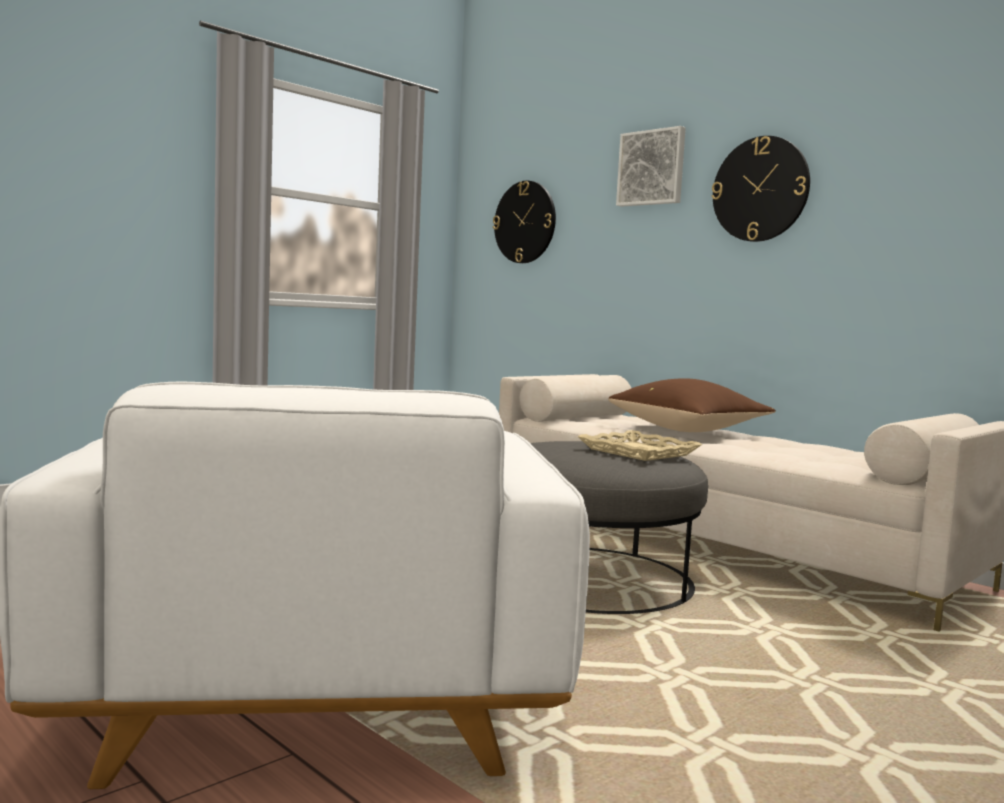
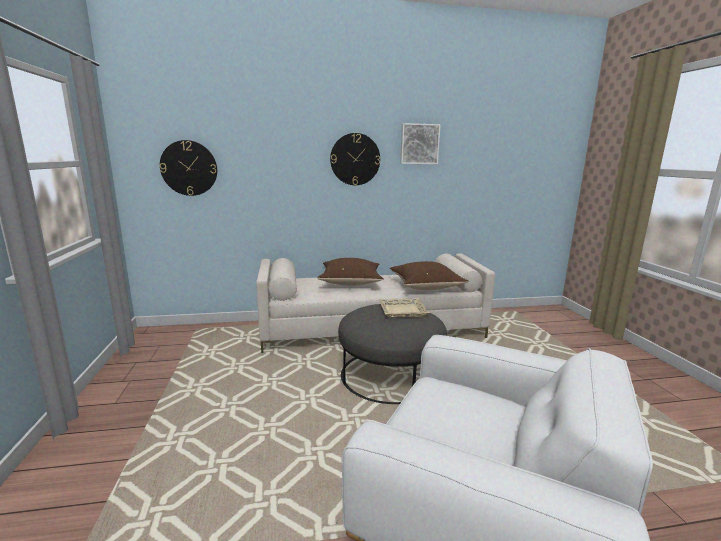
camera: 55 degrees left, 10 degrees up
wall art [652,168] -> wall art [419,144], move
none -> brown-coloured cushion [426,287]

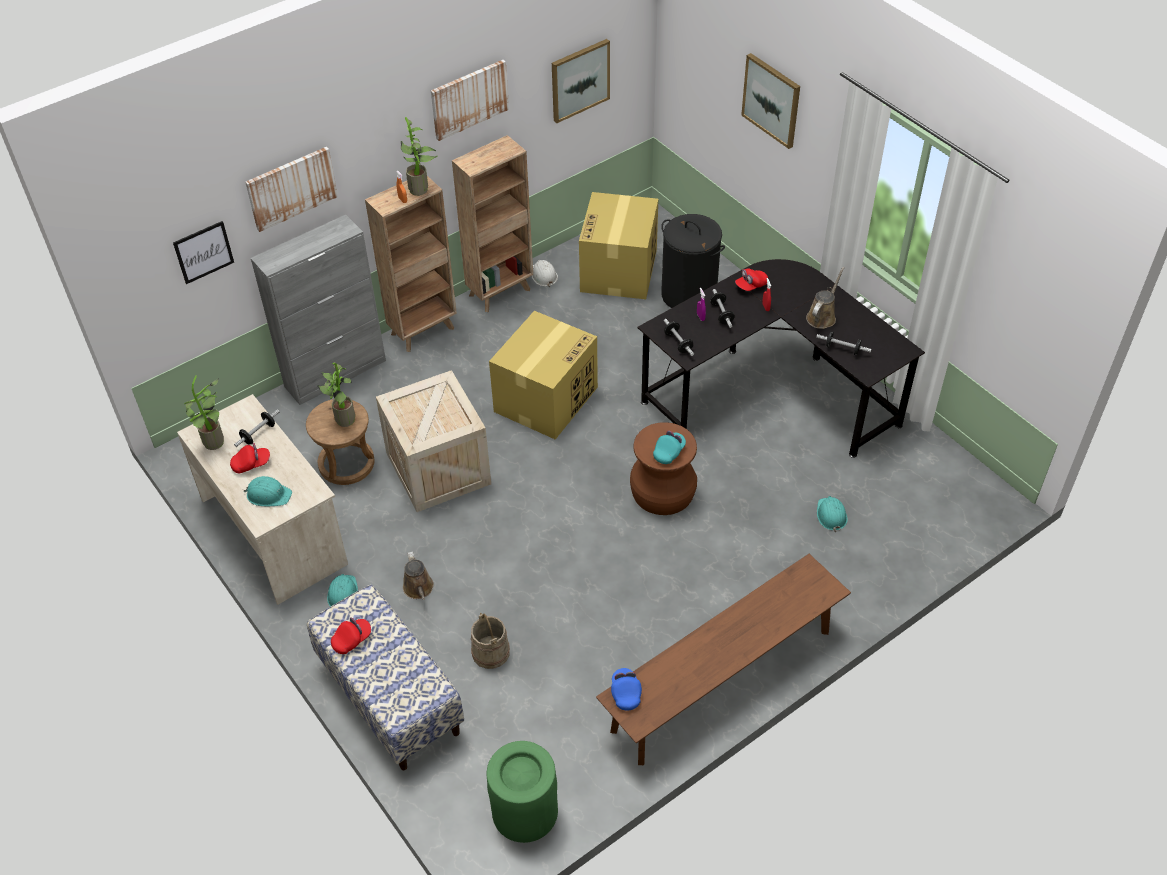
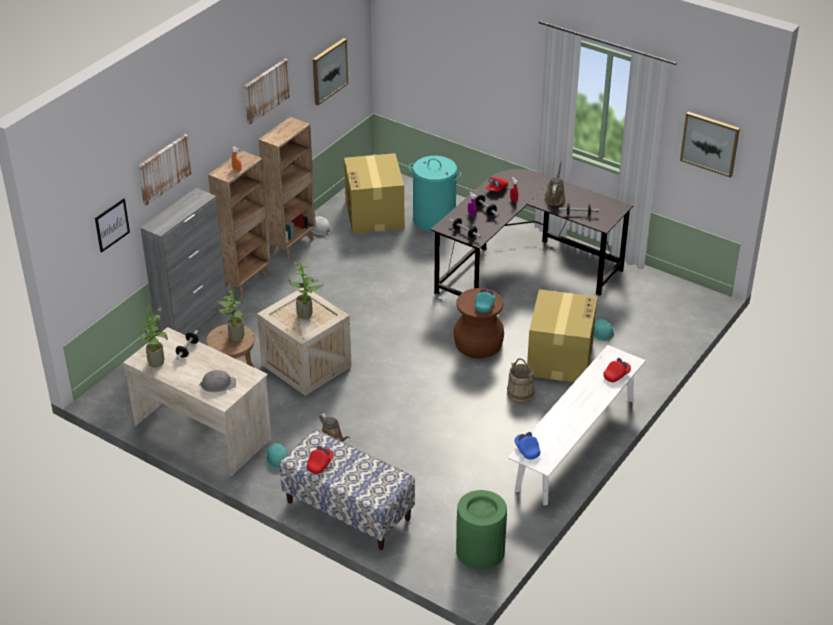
camera: 20 degrees left, 10 degrees down
reddish baseball cap [251,464] -> reddish baseball cap [616,375], move
turquoise-coloured work helmet [268,494] -> greyish work helmet [218,384]
potted plant [421,189] -> potted plant [307,313], move
beige bucket [490,652] -> beige bucket [520,393], move
packing box [546,398] -> packing box [560,357], move
brown-coloured long seat [722,680] -> white long seat [576,444]
black-coloured laundry basket [689,294] -> turquoise-coloured laundry basket [434,219]
wall art [772,100] -> wall art [710,143], move

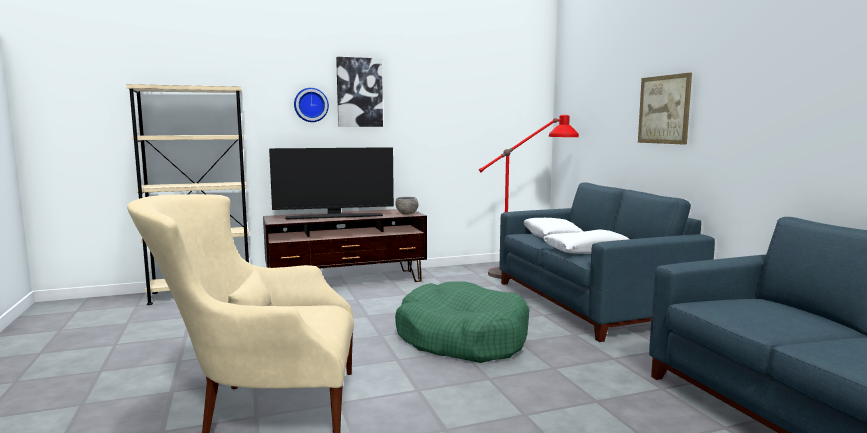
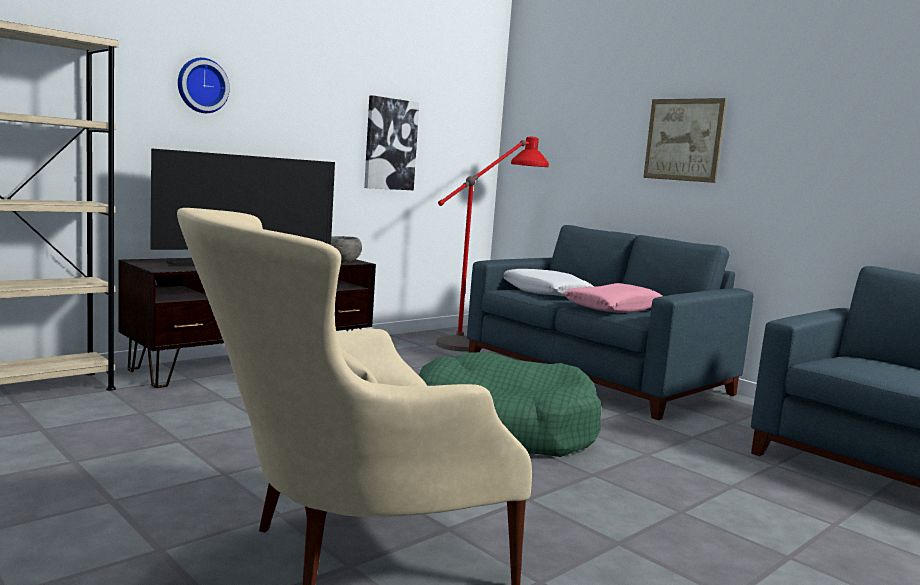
camera: 25 degrees left, 0 degrees up
wall art [359,92] -> wall art [390,144], move
white cushion [587,250] -> pinkish cushion [613,309]

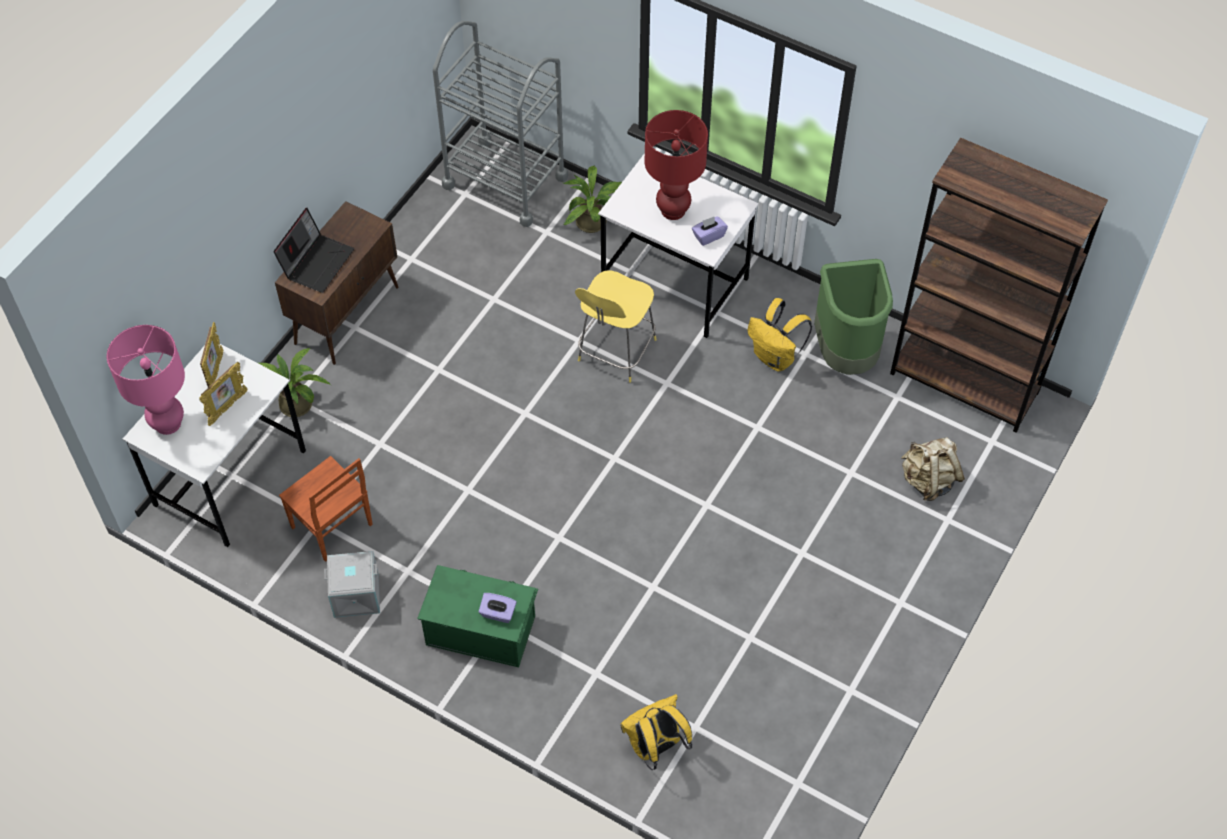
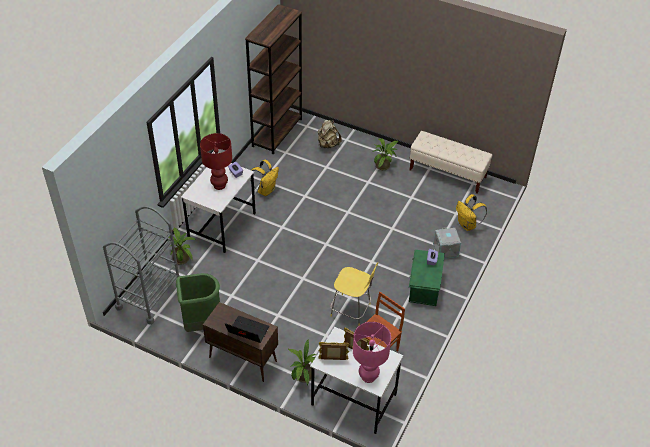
camera: 95 degrees left, 10 degrees down
greyish storage box [355,596] -> greyish storage box [446,250], move
yellow stool [615,352] -> yellow stool [352,310], move
green rubbish bin [846,354] -> green rubbish bin [201,323], move
none -> potted plant [384,165]
none -> beige long seat [448,174]

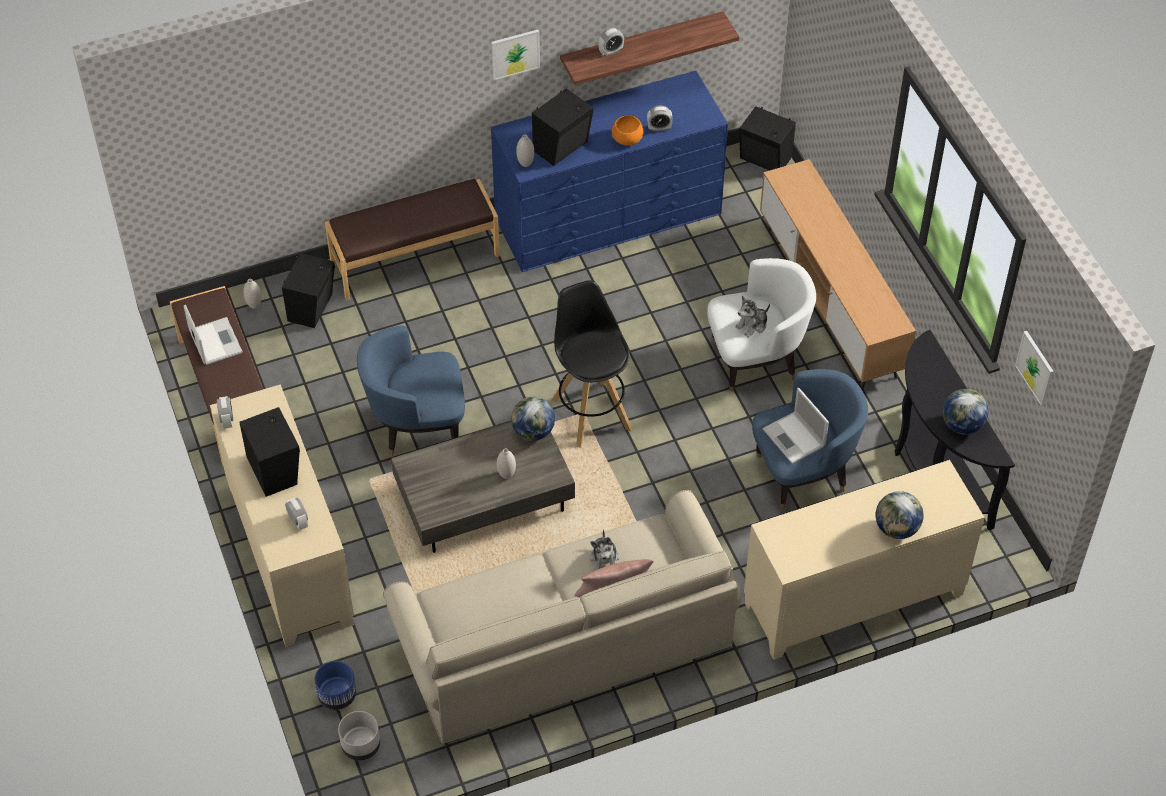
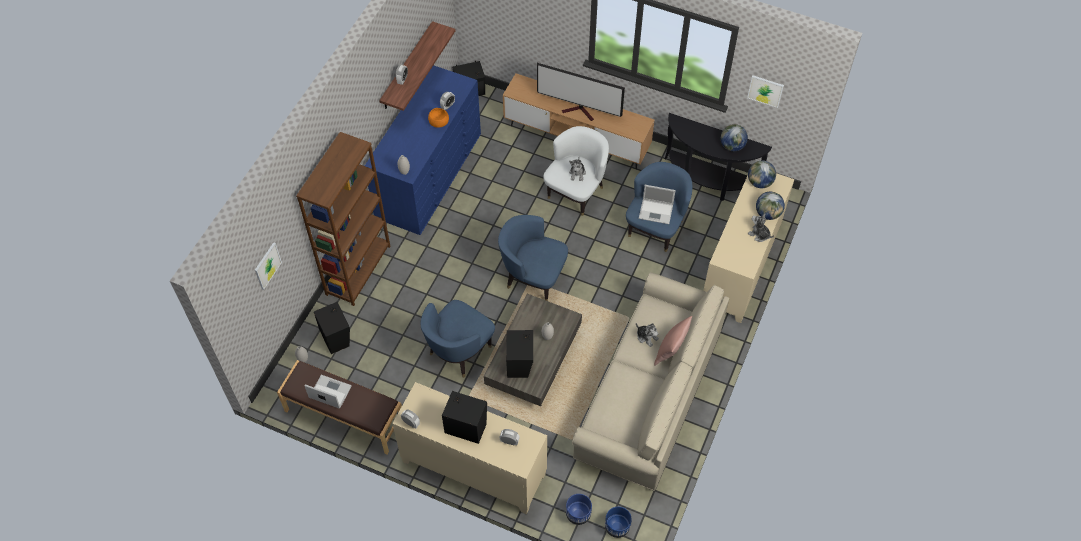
camera: 45 degrees left, 5 degrees up
brown-coloured long seat [414,258] -> brown-coloured bookshelf [358,270]
greyish flower pot [360,745] -> blue flower pot [617,527]
wall art [515,53] -> wall art [267,265], move
desk globe [533,432] -> desk globe [759,183], move
black-coloured loudspeaker [563,147] -> black-coloured loudspeaker [519,362], move
black-coloured stool [591,413] -> blue easy chair [533,277]
none -> television [580,111]
none -> soft toy [759,234]

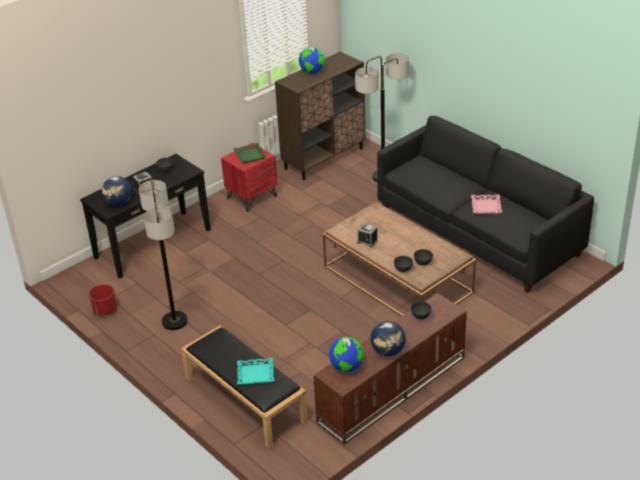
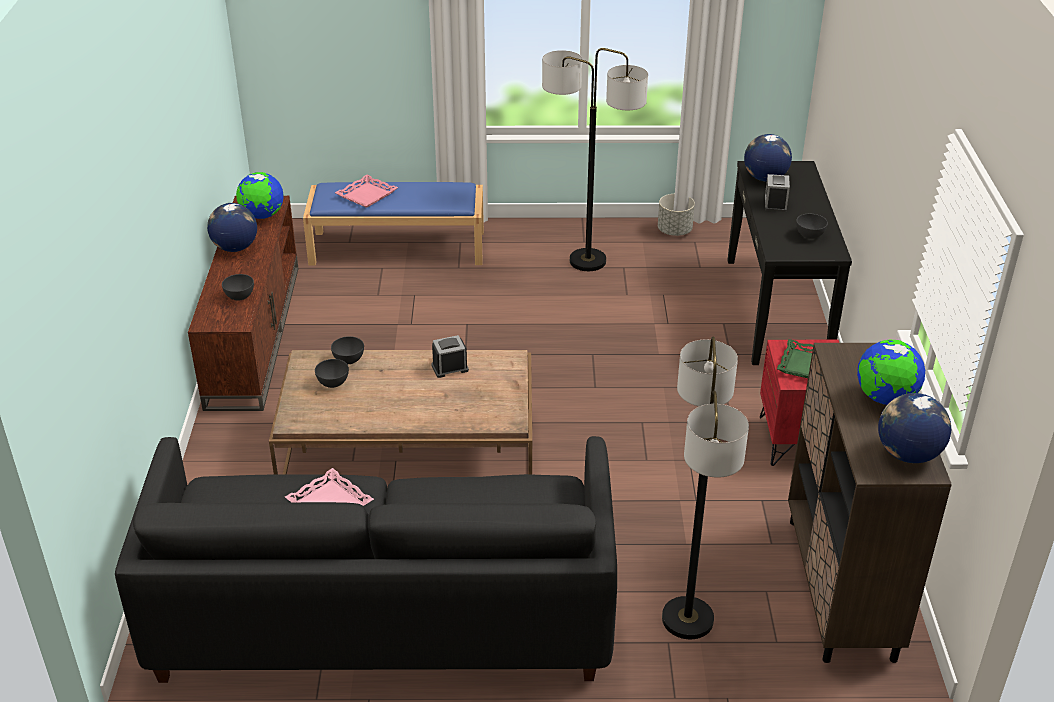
camera: 130 degrees right, 0 degrees up
reddish flower pot [105,310] -> greyish flower pot [675,231]
black-coloured long seat [244,399] -> blue long seat [399,247]
turquoise-coloured tray [255,374] -> pinkish tray [366,195]
none -> desk globe [907,454]

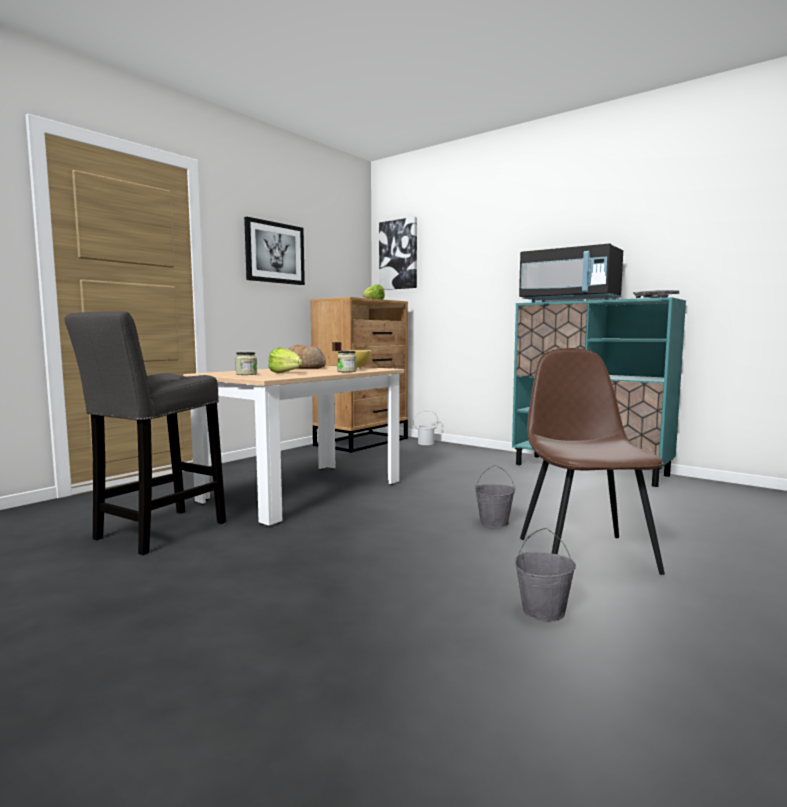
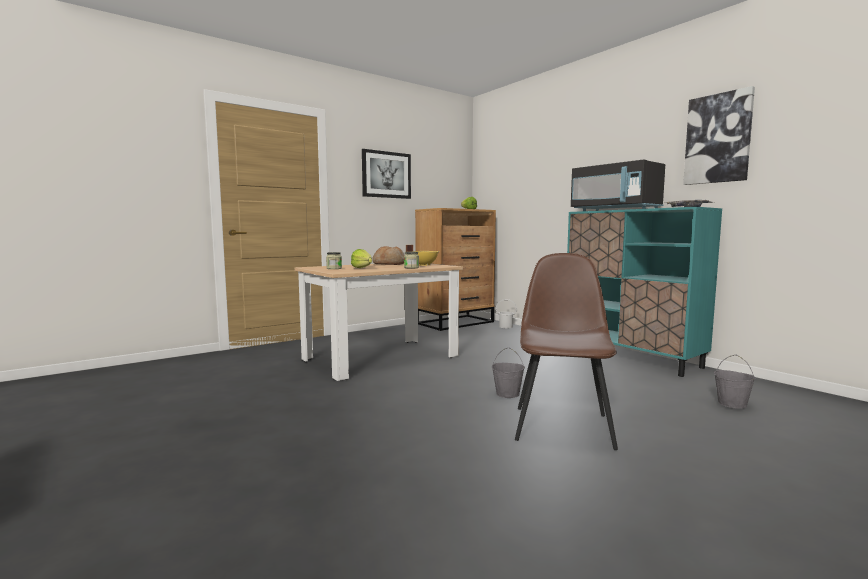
camera: 15 degrees right, 0 degrees up
greyish stool [156,533] -> none
wall art [398,254] -> wall art [718,139], move
greyish bucket [543,611] -> greyish bucket [732,404], move

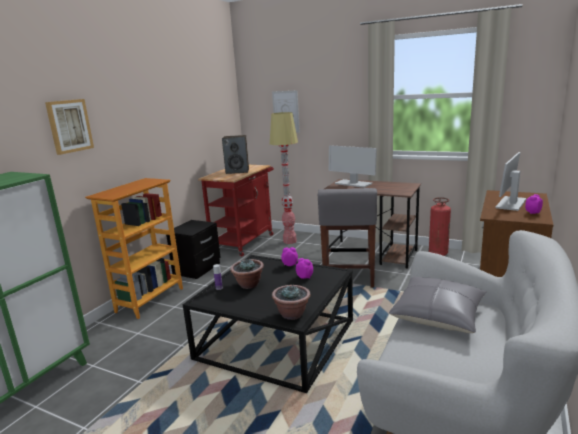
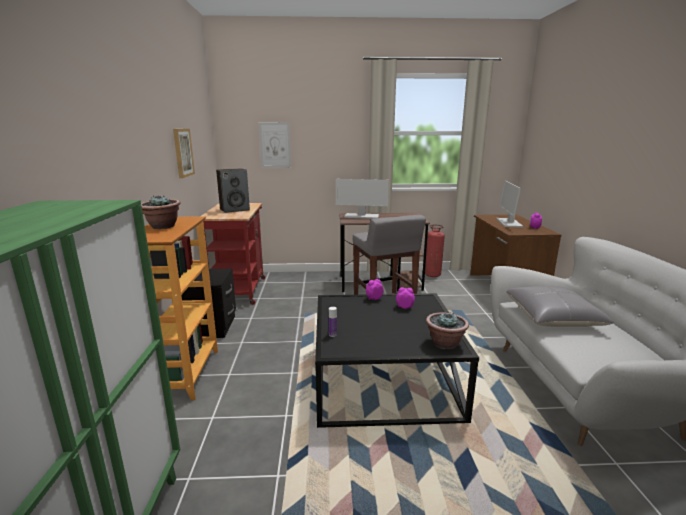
camera: 30 degrees left, 0 degrees up
wall art [69,126] -> wall art [182,152], move
potted plant [248,285] -> potted plant [162,226], move
standard lamp [289,241] -> none

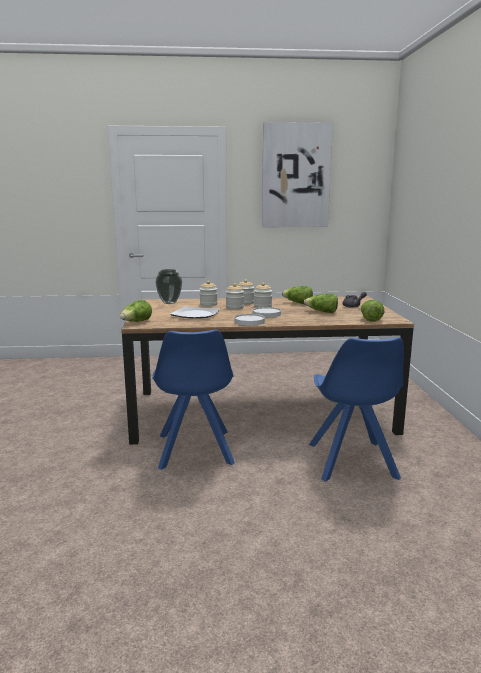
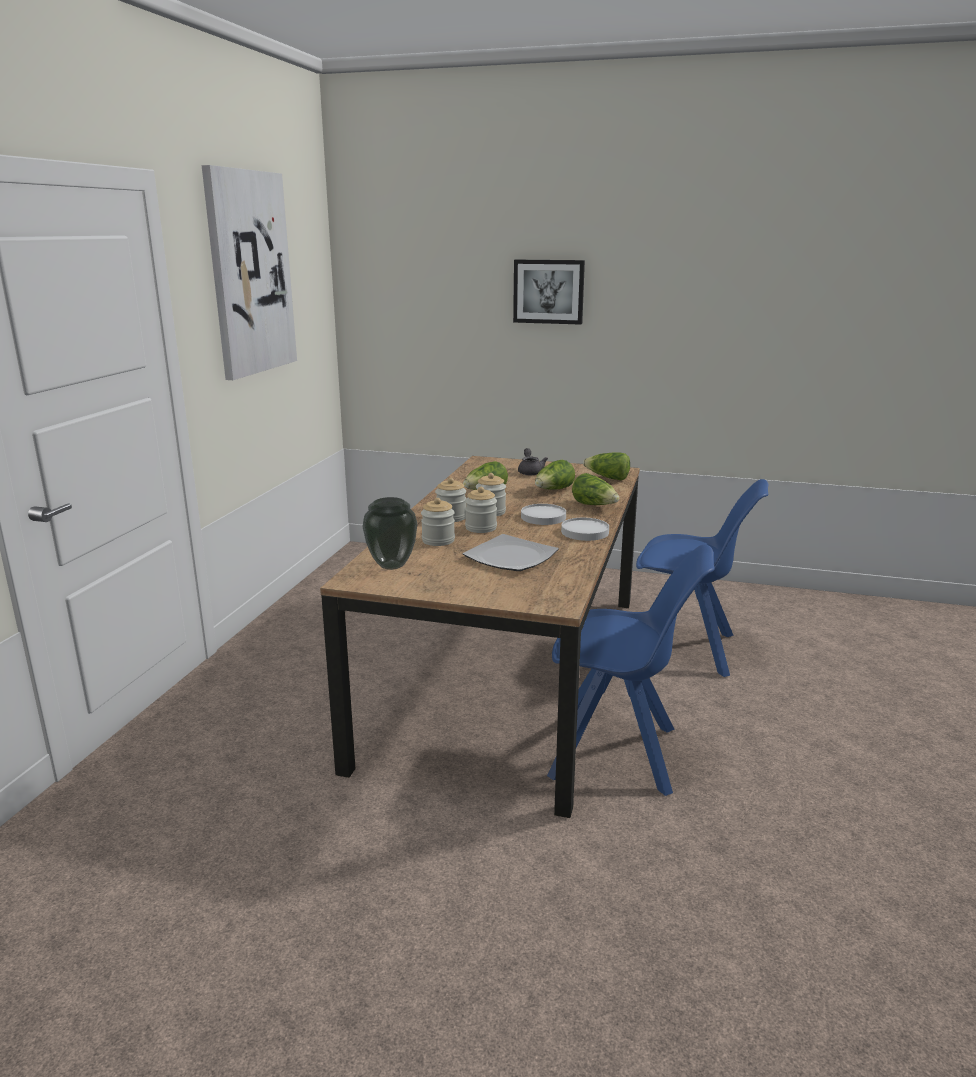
camera: 70 degrees left, 5 degrees up
head of lettuce [136,322] -> head of lettuce [595,505], move
none -> wall art [548,291]

